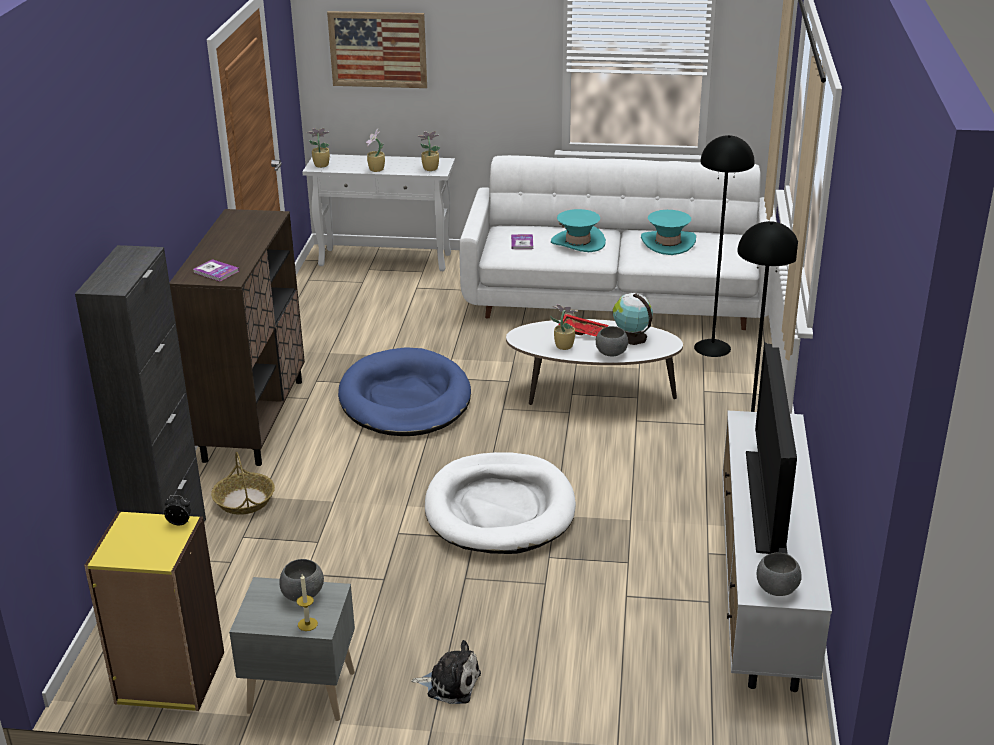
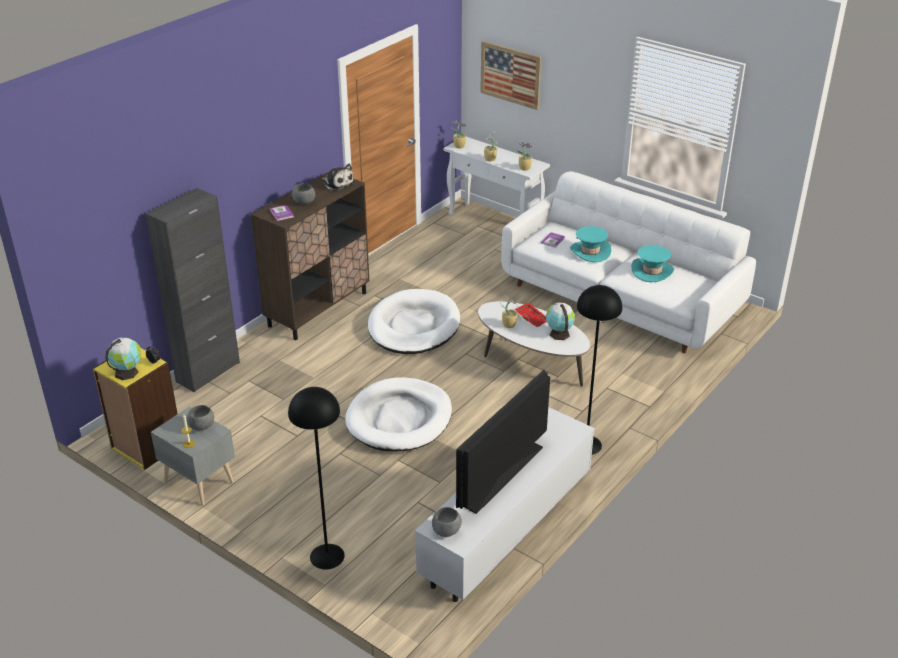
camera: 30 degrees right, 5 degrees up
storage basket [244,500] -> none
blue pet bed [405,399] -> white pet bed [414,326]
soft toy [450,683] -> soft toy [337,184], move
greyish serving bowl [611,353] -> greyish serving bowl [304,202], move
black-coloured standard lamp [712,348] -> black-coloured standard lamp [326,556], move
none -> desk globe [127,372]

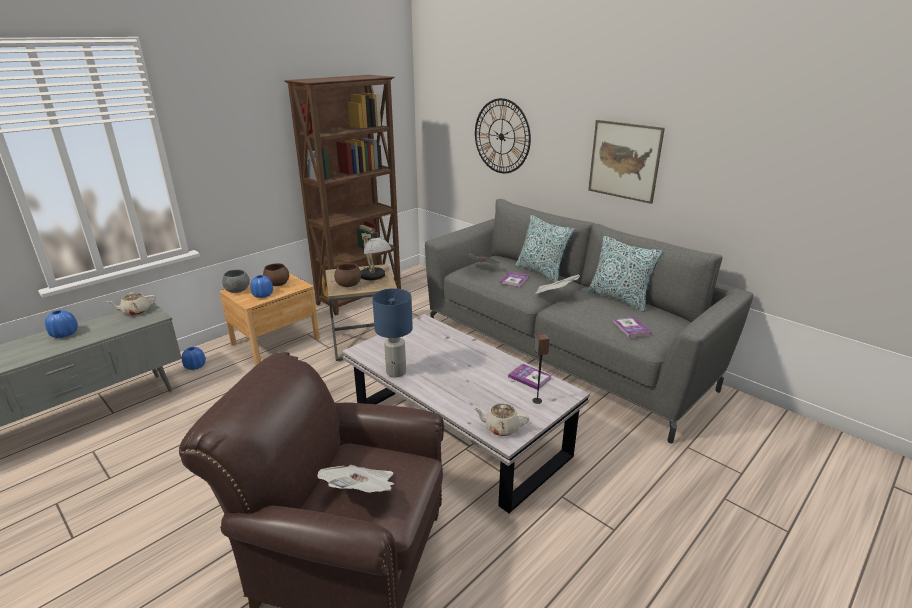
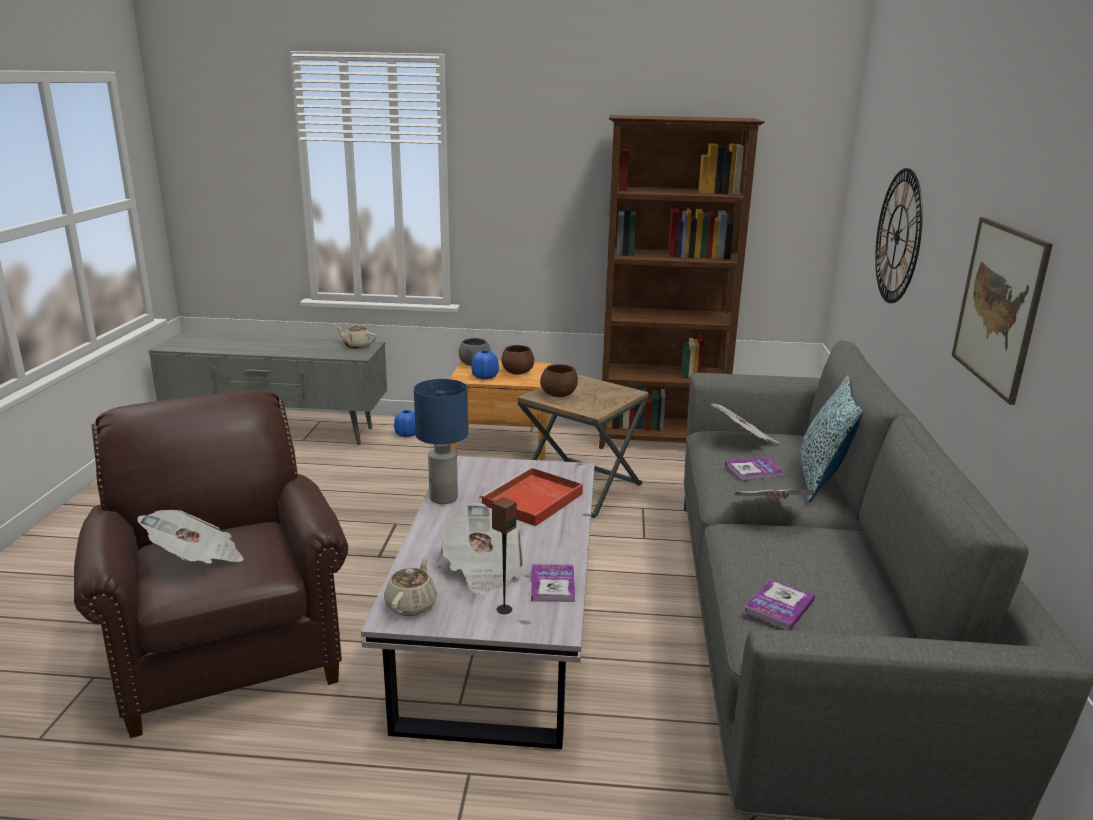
camera: 50 degrees right, 5 degrees down
blue decorative vase [65,334] -> none
table lamp [375,277] -> none
beige pot for tea [501,428] -> beige pot for tea [411,604], 45 degrees clockwise
cushion [619,299] -> none
none -> printed paper [483,569]
none -> reddish tray [531,501]

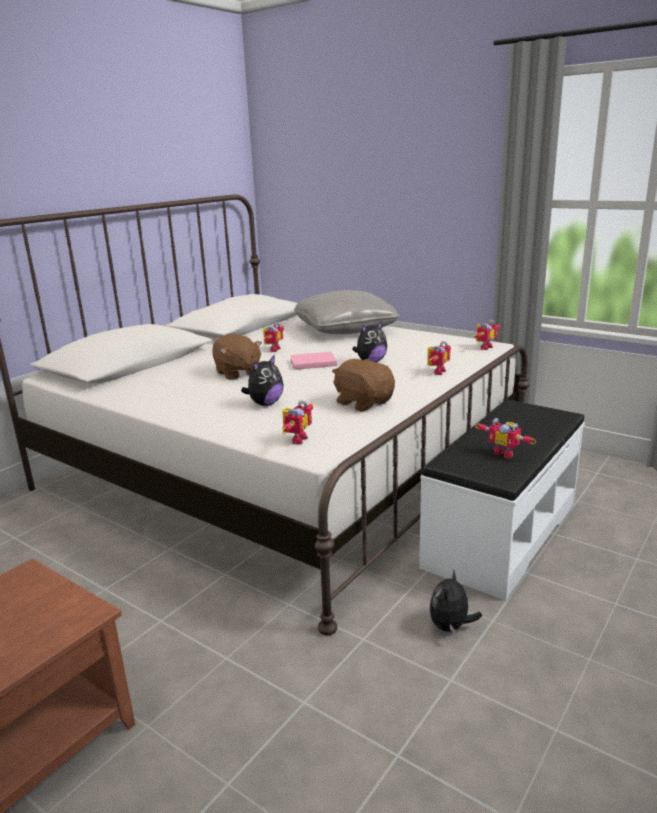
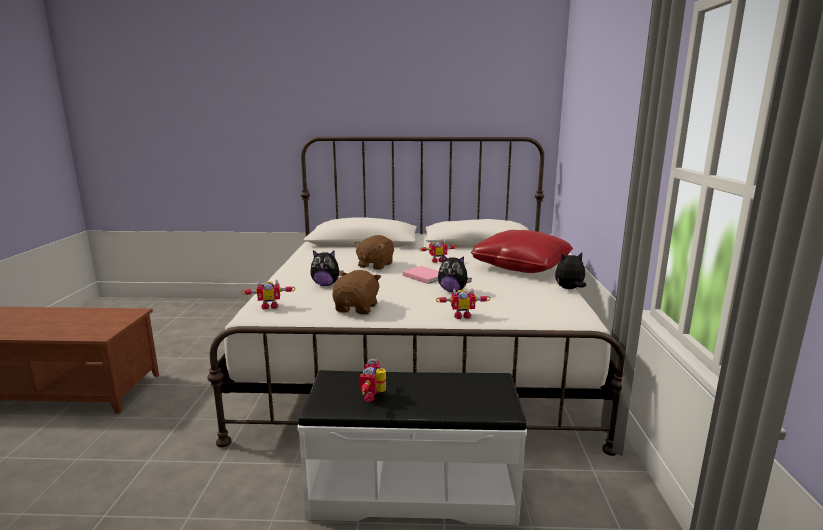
camera: 55 degrees right, 5 degrees down
greyish cushion [345,329] -> reddish cushion [521,266]
soft toy [451,627] -> soft toy [569,289], move
robot figure [484,347] -> none

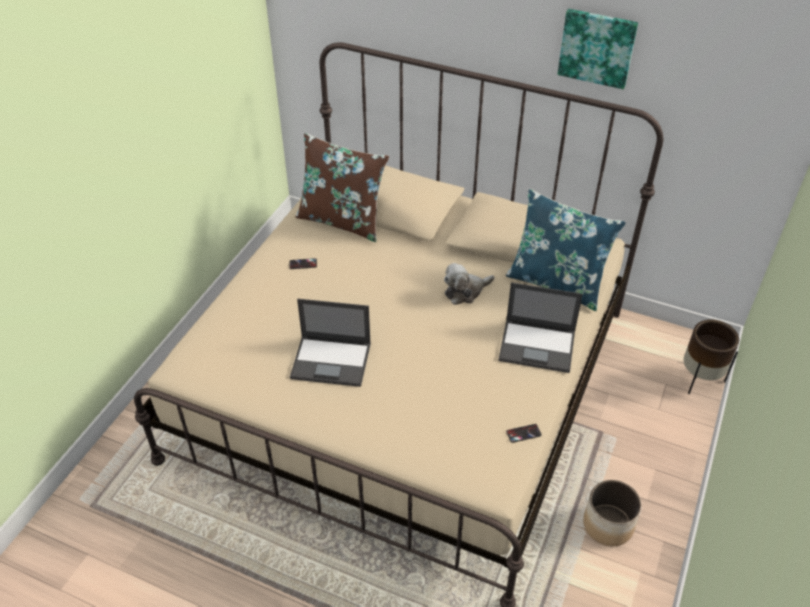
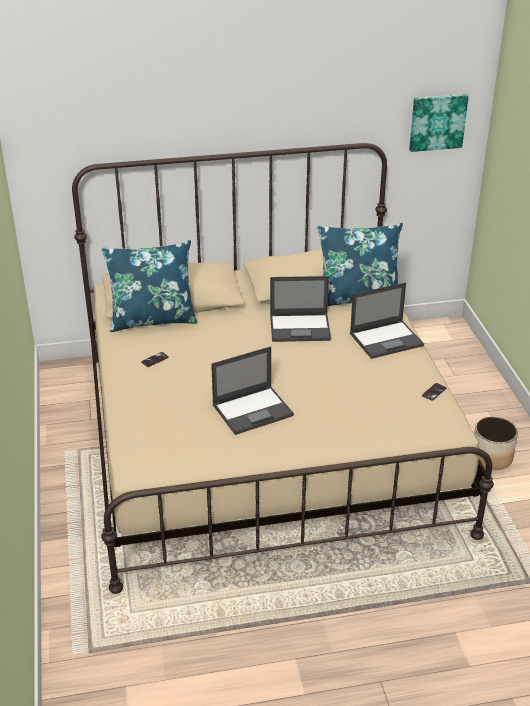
camera: 35 degrees left, 10 degrees down
brown-coloured cushion [342,220] -> blue cushion [153,319]
soft toy [465,291] -> portable computer [301,328]
wall art [597,47] -> wall art [437,122], move
brown-coloured flower pot [700,379] -> none

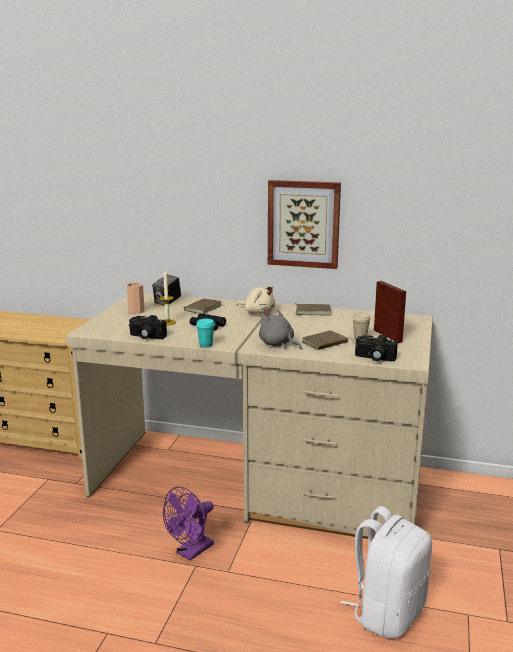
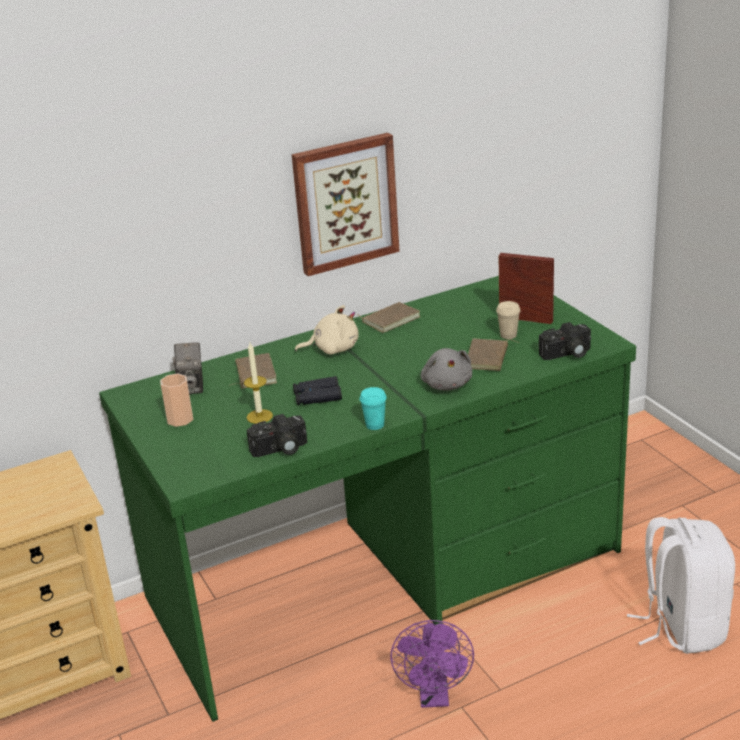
camera: 40 degrees left, 10 degrees up
beige desk table [257,484] -> green desk table [386,577]
greyish soft toy [278,344] -> greyish soft toy [447,384], 105 degrees counterclockwise

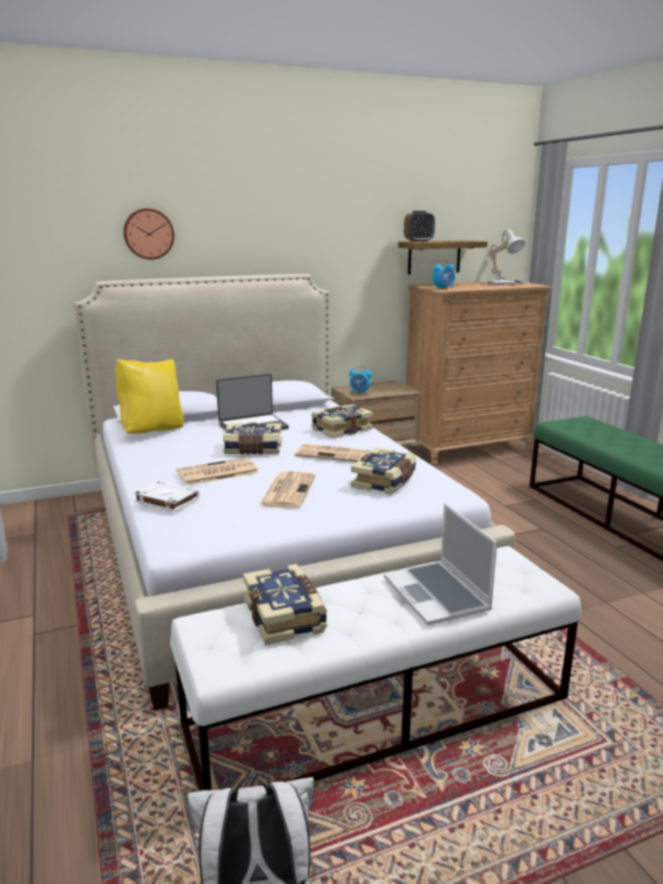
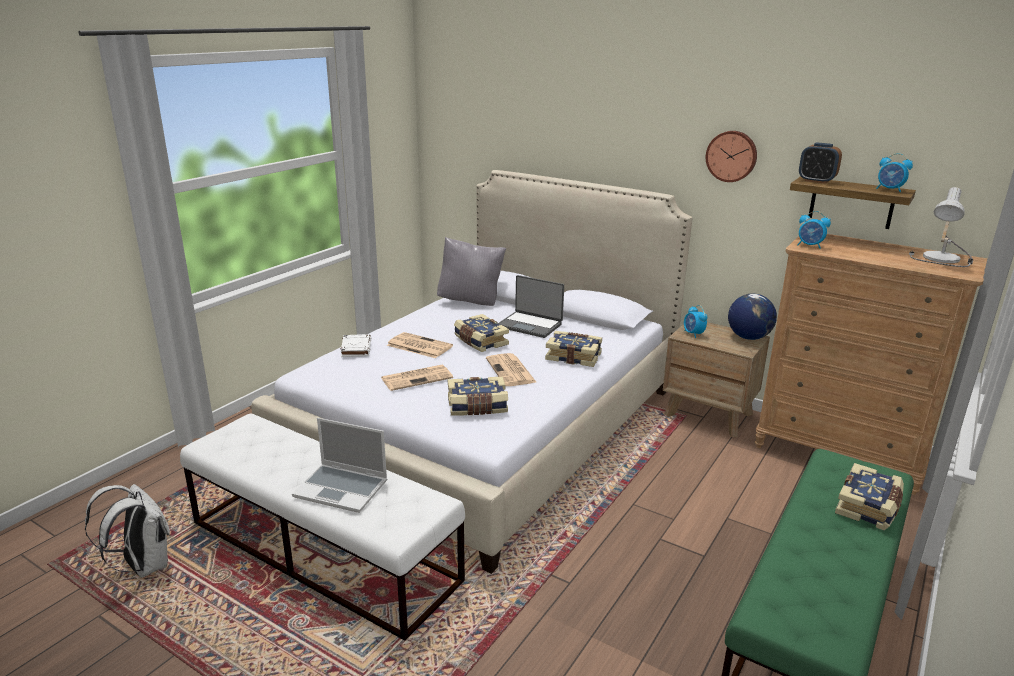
camera: 55 degrees right, 5 degrees up
yellow cushion [152,431] -> greyish cushion [471,301]
wall clock [148,234] -> wall clock [731,156], move
bound book [286,616] -> bound book [869,507], move
portable computer [438,595] -> portable computer [342,489], 105 degrees counterclockwise
none -> desk globe [748,337]
none -> table clock [889,190]

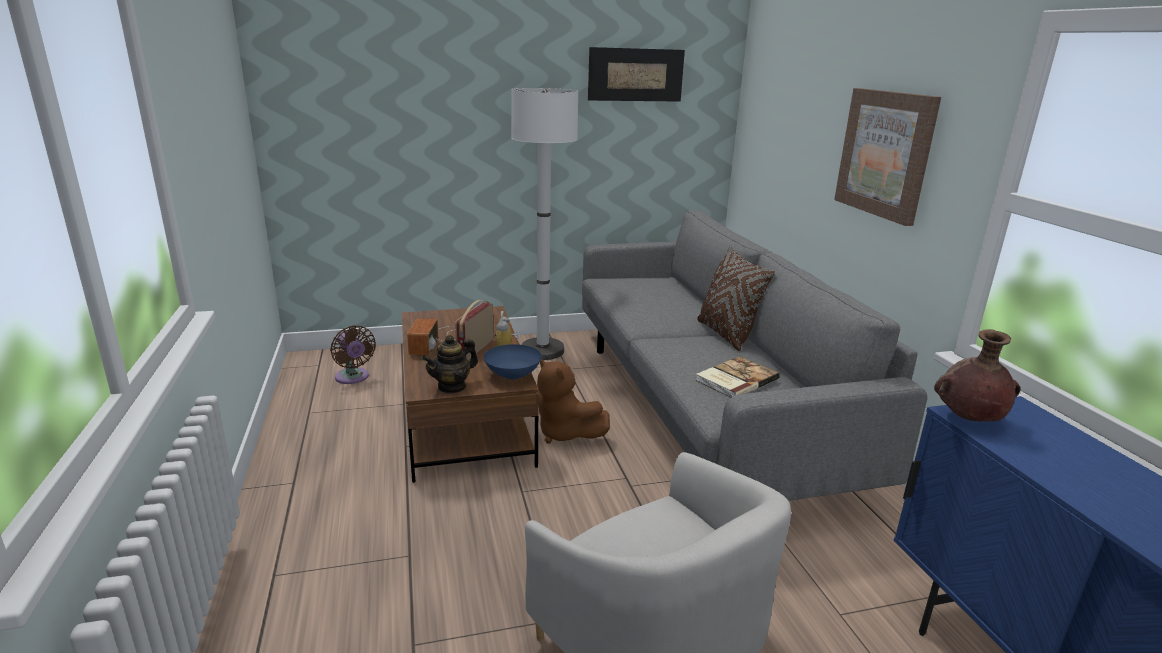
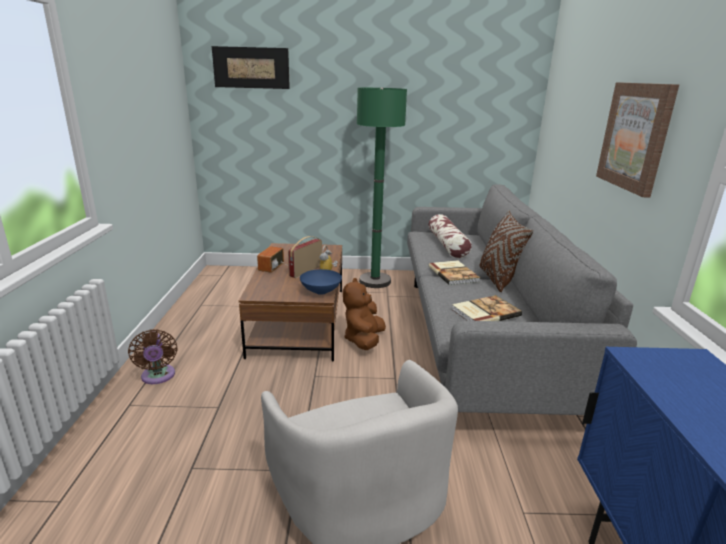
camera: 15 degrees right, 0 degrees up
brown-coloured cooling fan [353,378] -> brown-coloured cooling fan [158,377], move
pot for tea [452,386] -> none
white standard lamp [542,350] -> green standard lamp [375,281]
brown-coloured soft toy [564,433] -> brown-coloured soft toy [364,340], 45 degrees clockwise
wall art [635,75] -> wall art [251,67], move
brown-coloured decorative vase [967,419] -> none
none -> cushion [447,245]
none -> bound book [454,274]

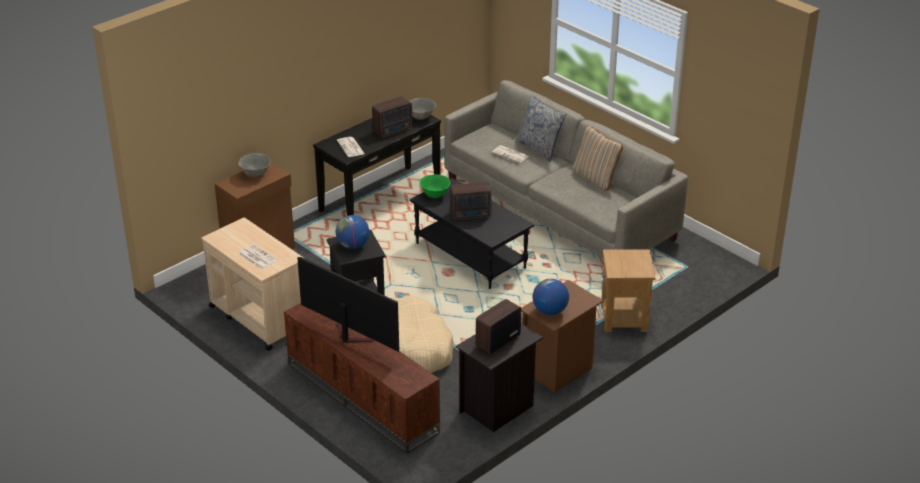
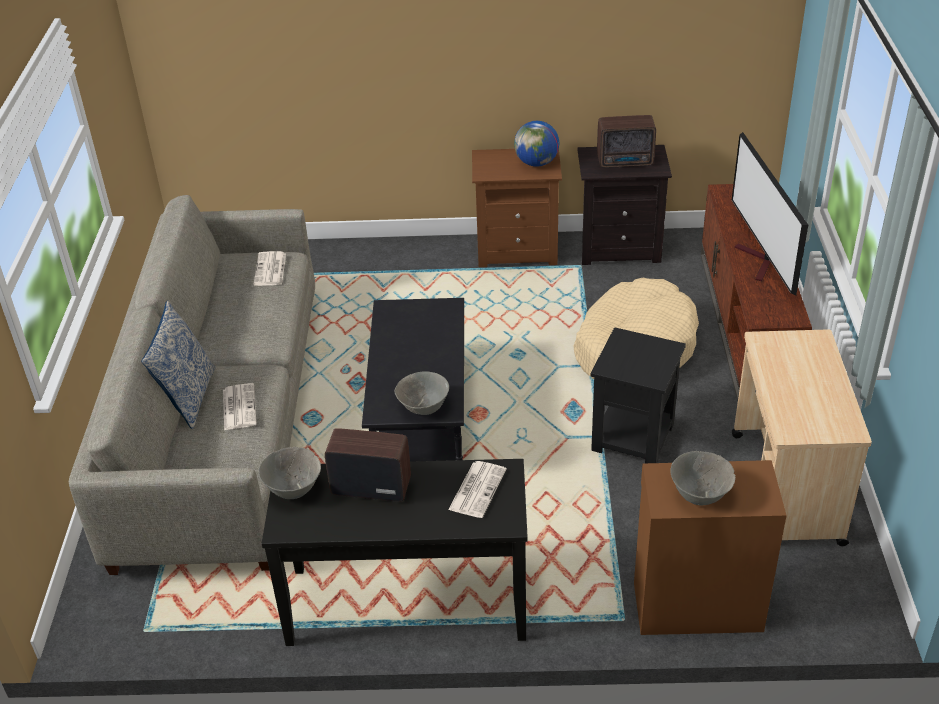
camera: 135 degrees left, 5 degrees up
printed paper [257,257] -> printed paper [270,270], move
desk globe [353,245] -> none
green serving bowl [434,195] -> greyish serving bowl [423,408]
radio [471,215] -> none
beige cushion [596,178] -> none
brown-coloured accent table [624,319] -> none

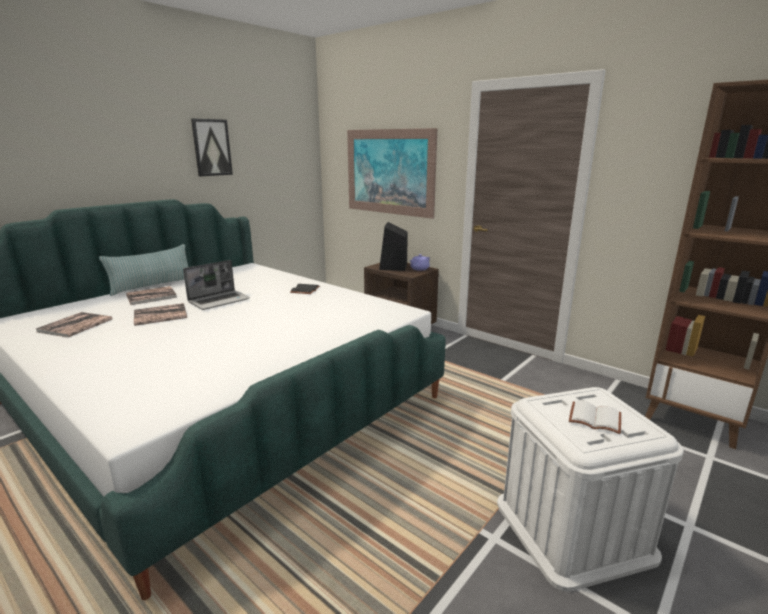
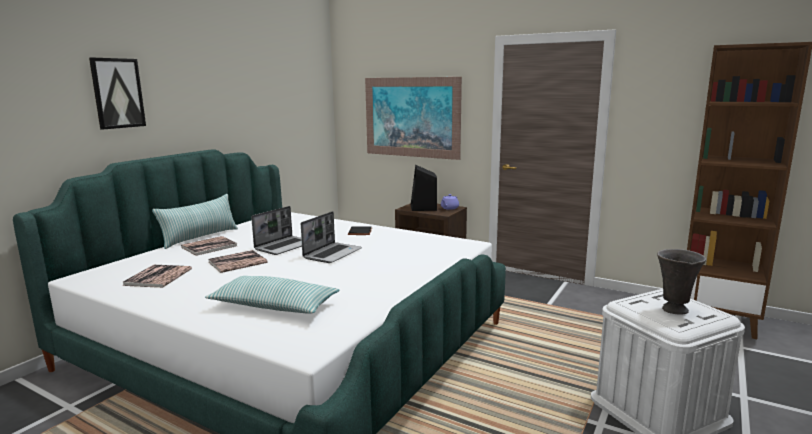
camera: 10 degrees left, 5 degrees down
wall art [211,147] -> wall art [117,93], move
white bound book [593,419] -> greyish decorative vase [673,310]
none -> cushion [274,306]
none -> portable computer [332,253]

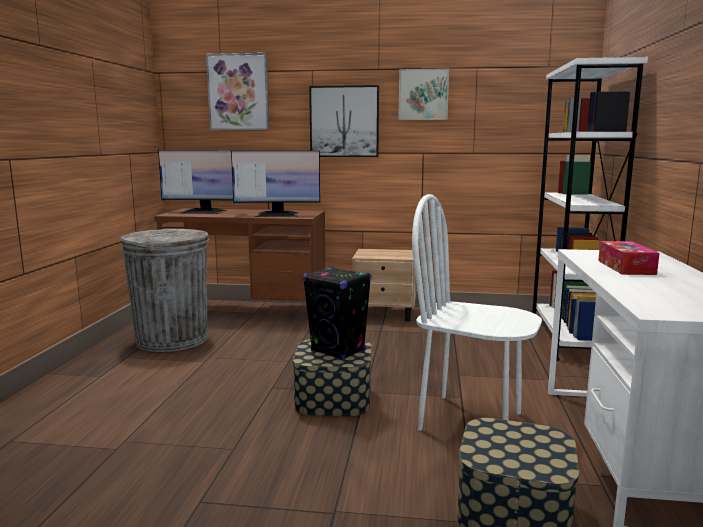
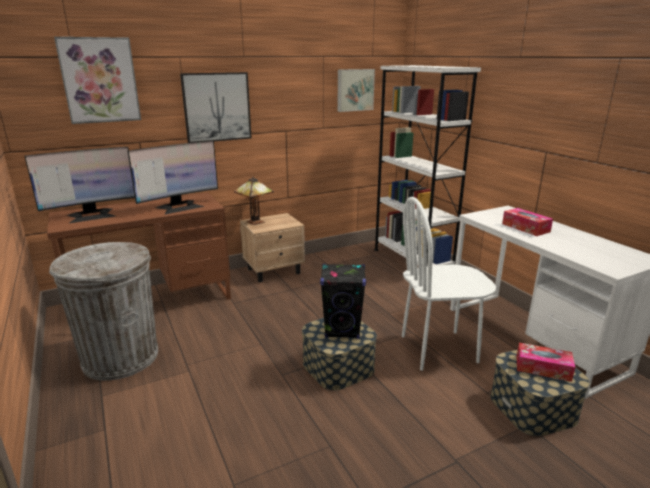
camera: 35 degrees left, 10 degrees up
wall art [423,94] -> wall art [354,90], move
none -> table lamp [256,222]
none -> tissue holder [543,368]

